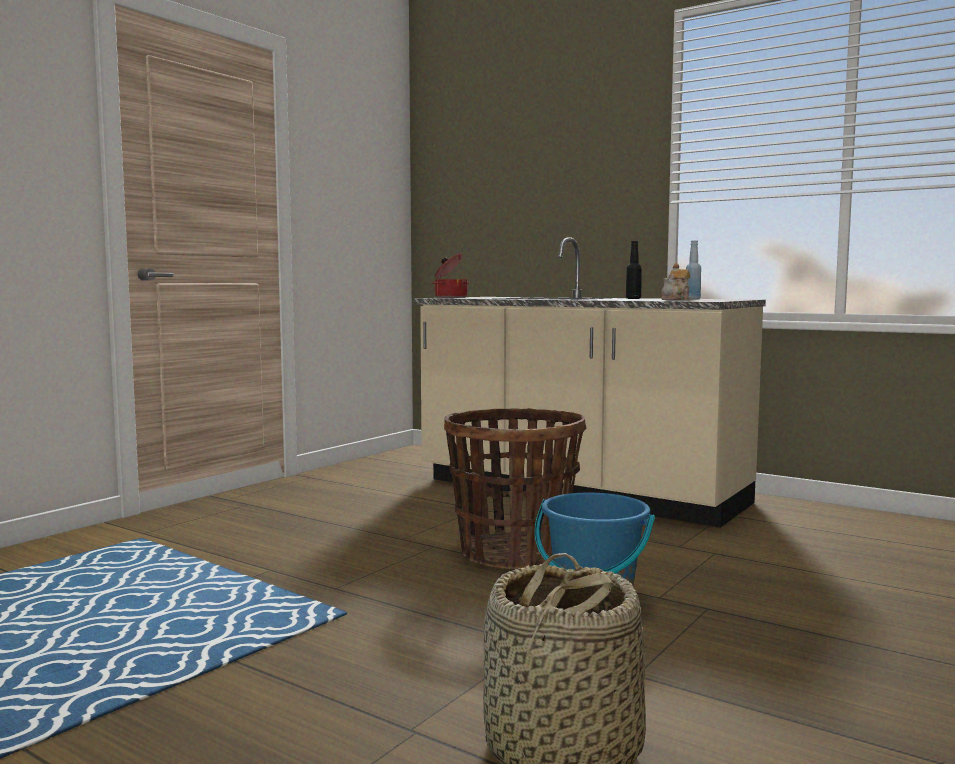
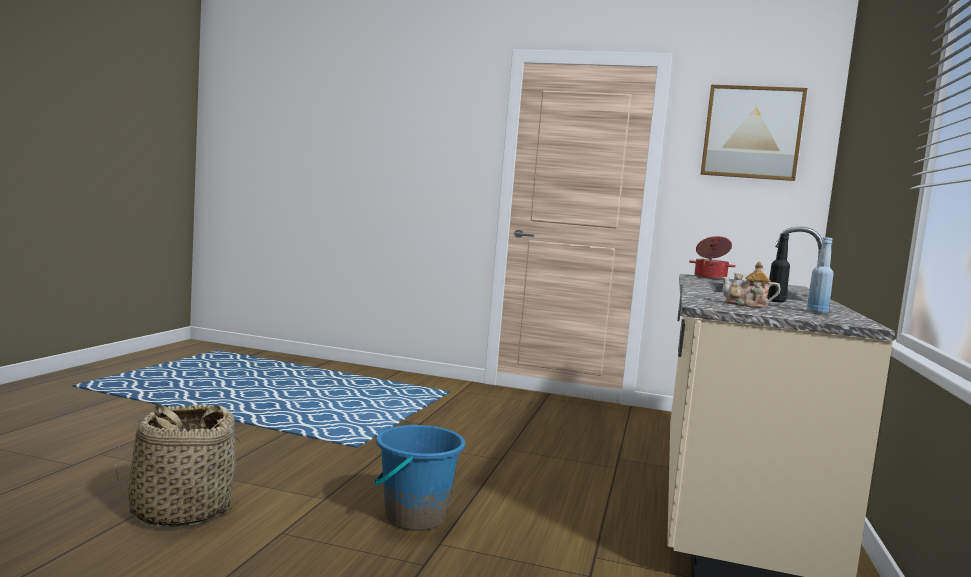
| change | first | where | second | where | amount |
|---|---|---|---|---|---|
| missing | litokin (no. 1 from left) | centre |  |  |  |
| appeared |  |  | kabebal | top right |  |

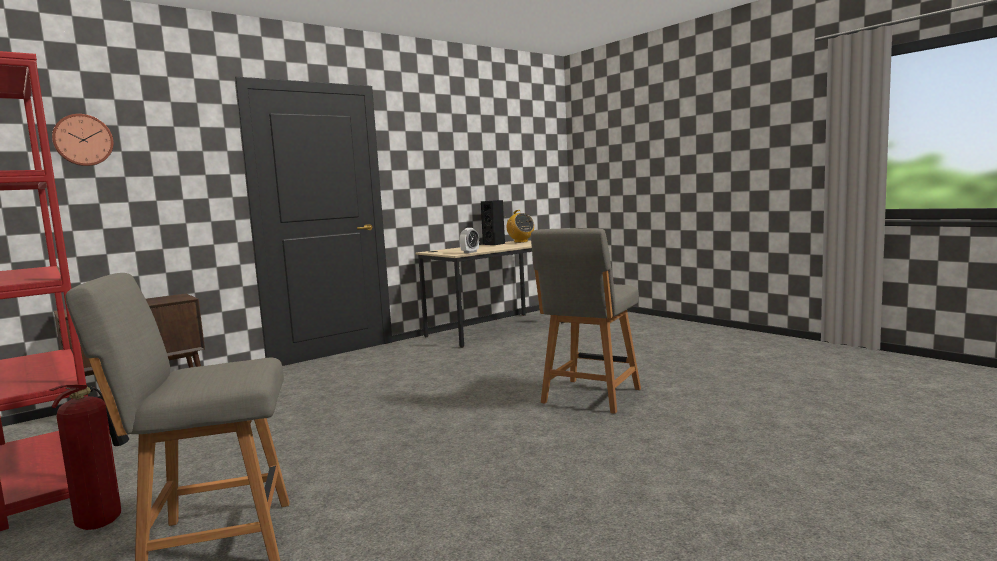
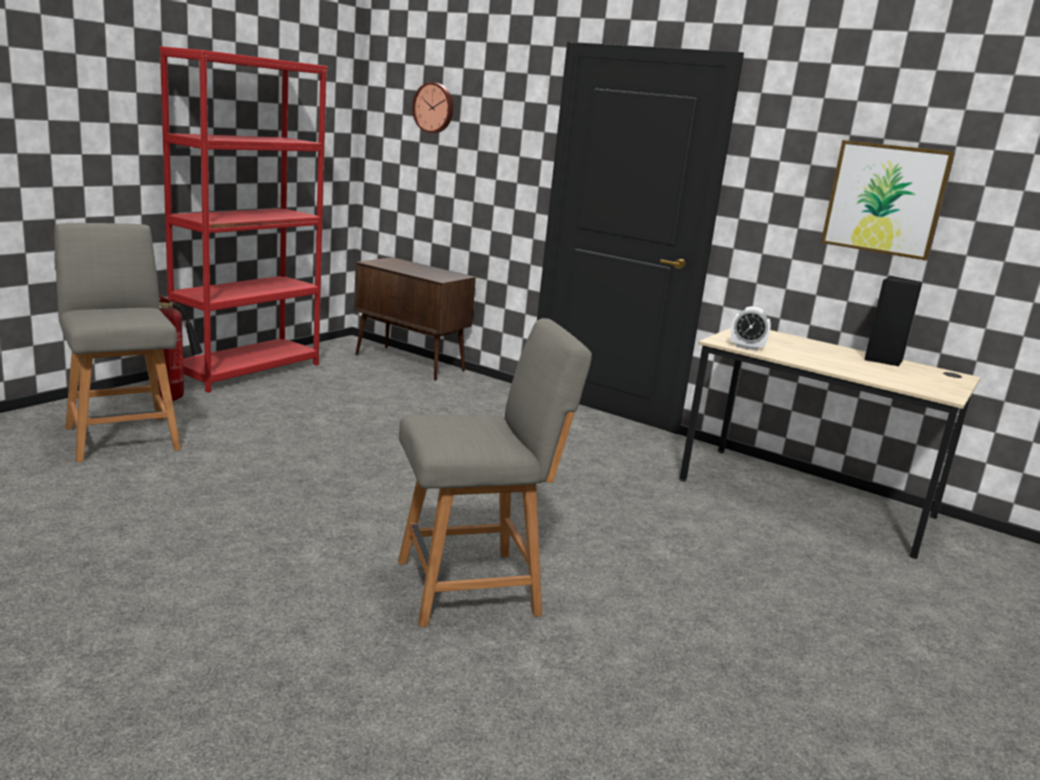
| change | first | where | second | where | amount |
|---|---|---|---|---|---|
| missing | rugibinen | centre |  |  |  |
| spun | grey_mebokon (no. 2 from left) | centre |  | centre | 150 degrees clockwise |
| appeared |  |  | kabebal | top right |  |

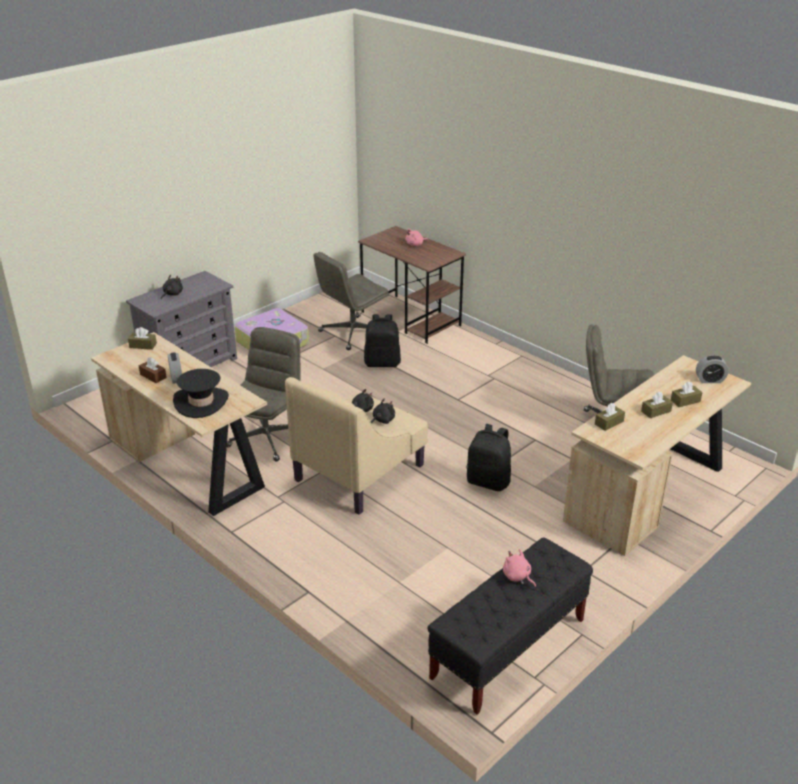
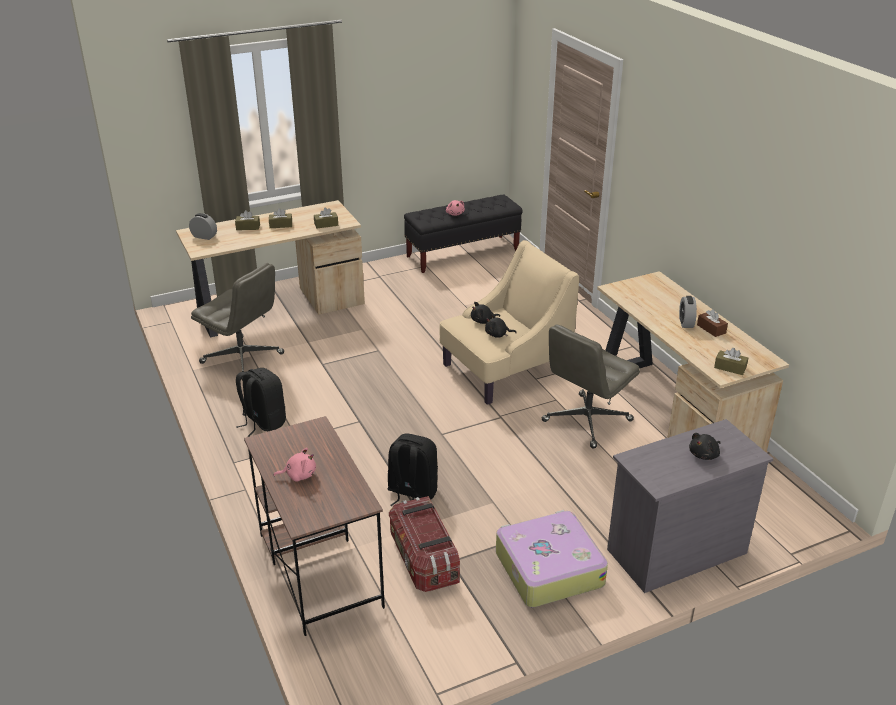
| change | first | where | second | where | amount |
|---|---|---|---|---|---|
| missing | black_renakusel | middle left |  |  |  |
| exchanged | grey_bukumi (no. 2 from left) | centre | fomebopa | bottom centre |  |
| relocated | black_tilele (no. 2 from left in the first image) | centre | black_tilele (no. 1 from left) | middle left |  |

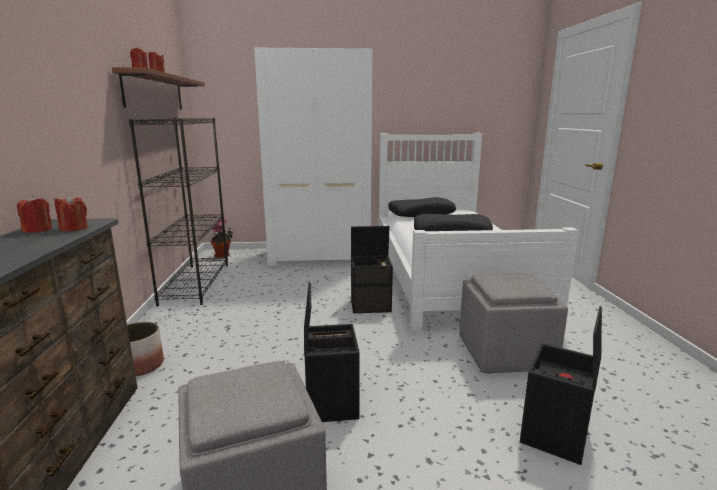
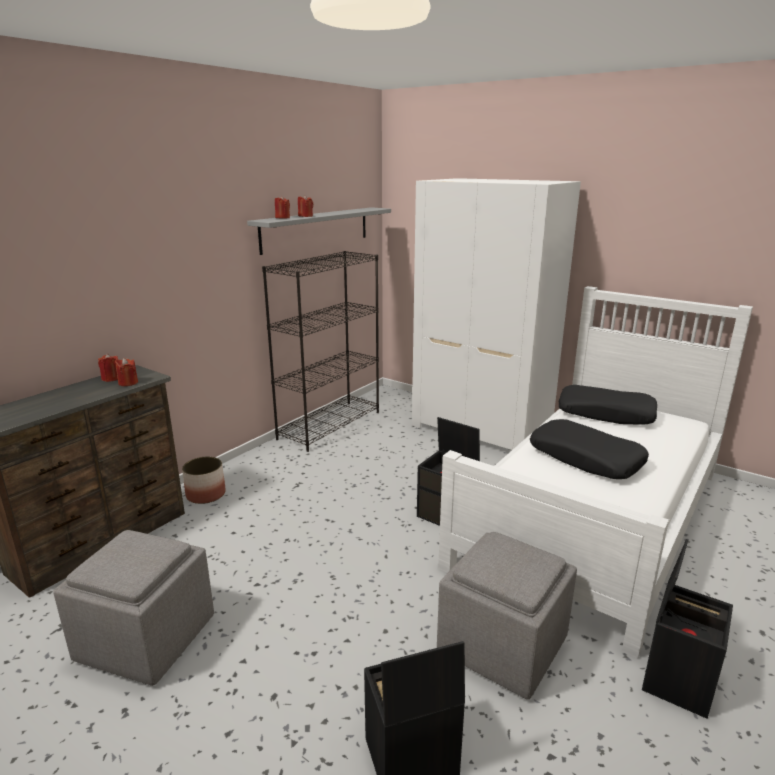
| change | first | where | second | where | amount |
|---|---|---|---|---|---|
| colour | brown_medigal | top left | grey_medigal | top centre |  |
| missing | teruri | middle left |  |  |  |
| relocated | black_fomebopa (no. 1 from left in the first image) | bottom centre | black_fomebopa (no. 3 from left) | bottom right |  |

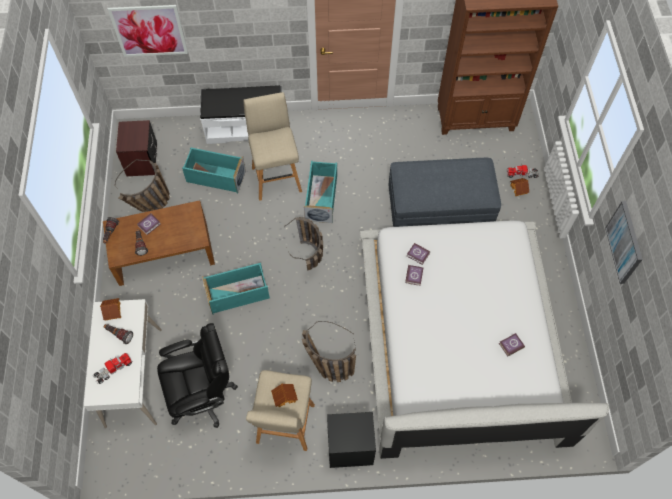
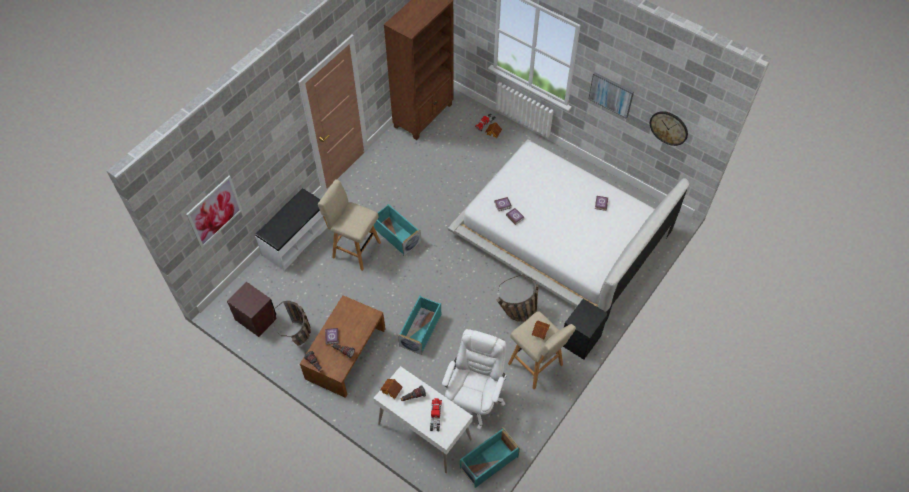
| change | first | where | second | where | amount |
|---|---|---|---|---|---|
| colour | black_bukumi | bottom left | white_bukumi | bottom centre |  |
| relocated | turquoise_fomebopa (no. 1 from left in the first image) | middle left | turquoise_fomebopa (no. 3 from left) | bottom centre |  |
| missing | litokin (no. 2 from left) | centre |  |  |  |
| missing | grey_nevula | centre |  |  |  |
| appeared |  |  | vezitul | top right |  |

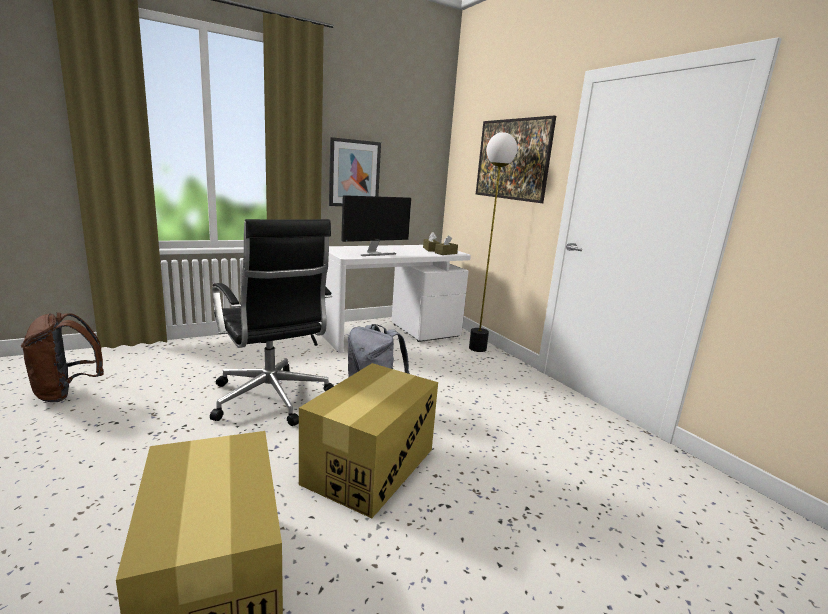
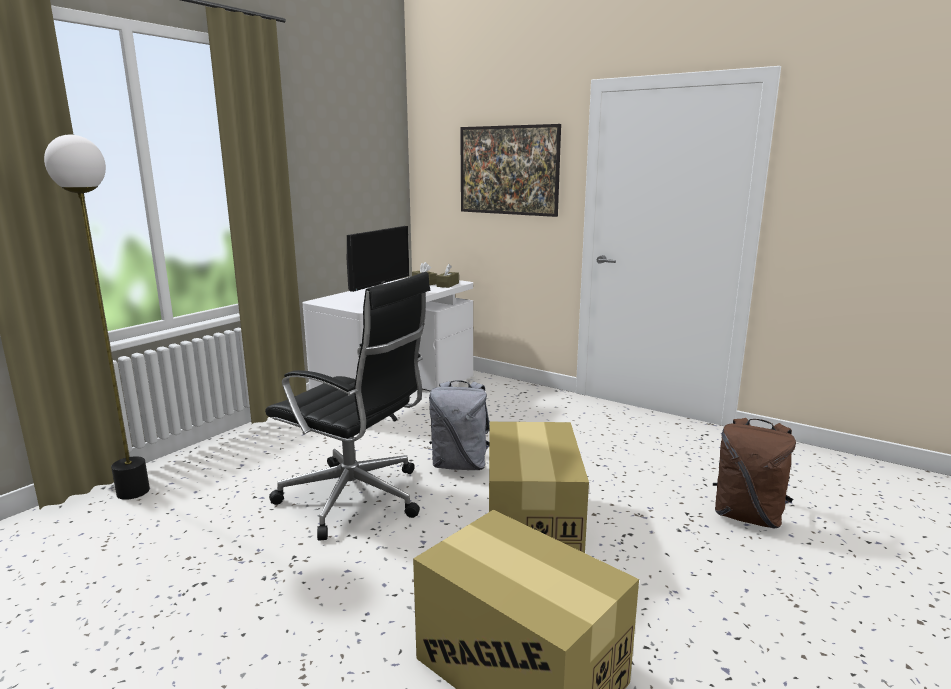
| change | first | where | second | where | amount |
|---|---|---|---|---|---|
| relocated | brown_tilele | middle left |  | bottom right |  |
| missing | kabebal (no. 1 from left) | top centre |  |  |  |
| relocated | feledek | centre |  | middle left |  |

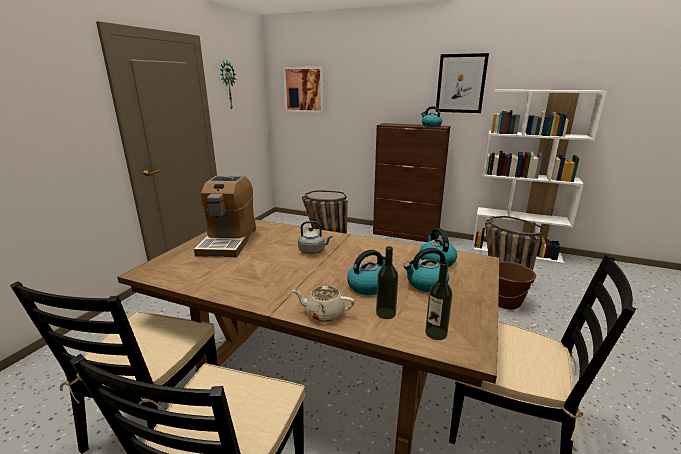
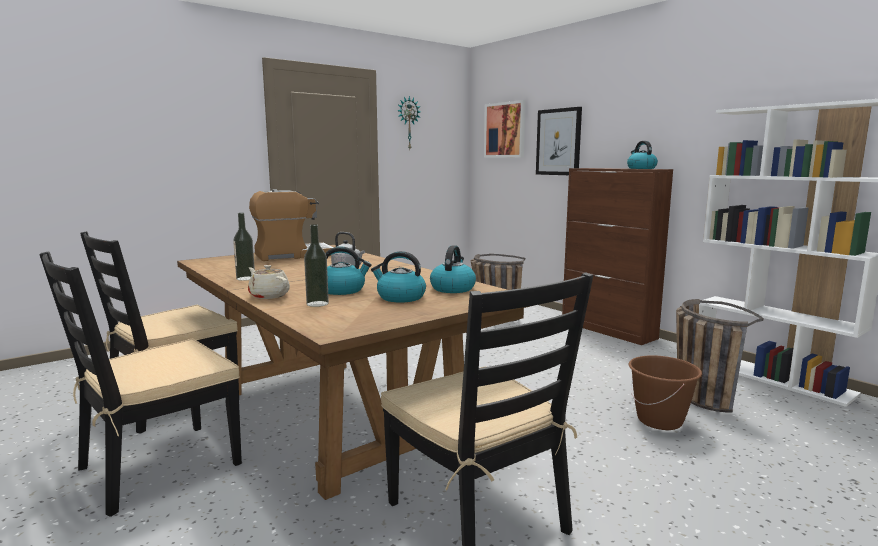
| change | first | where | second | where | amount |
|---|---|---|---|---|---|
| spun | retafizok | middle left |  | middle left | 150 degrees counterclockwise |
| relocated | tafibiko (no. 2 from left in the first image) | centre | tafibiko (no. 1 from left) | middle left |  |
| relocated | kabebal (no. 2 from left) | top right |  | top centre |  |

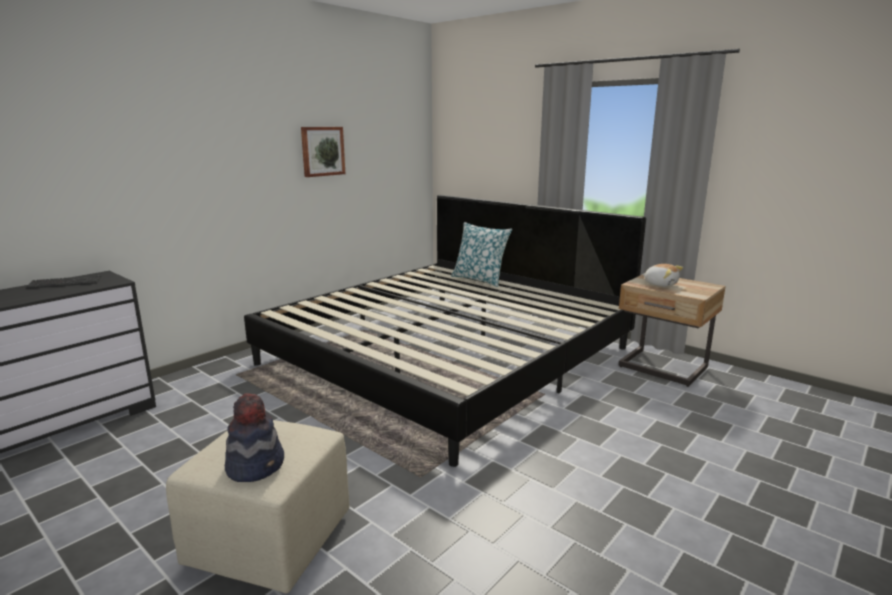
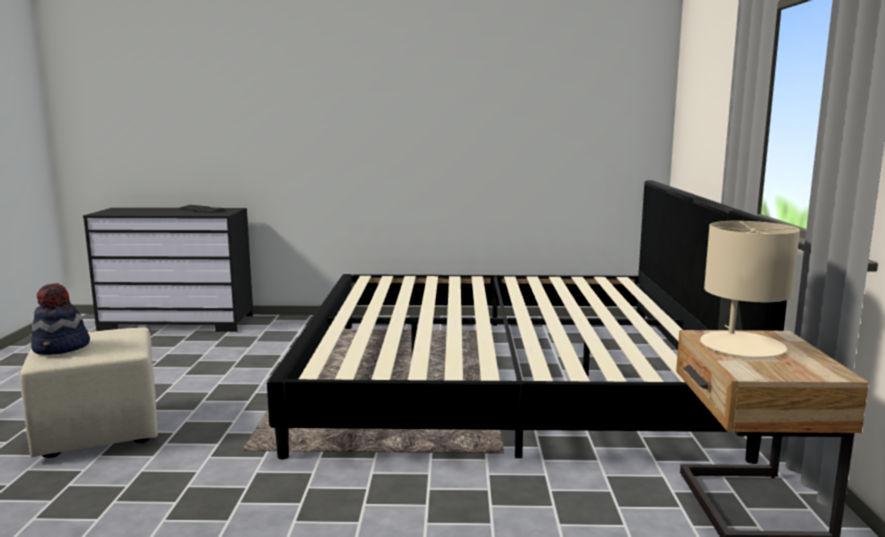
| change | first | where | second | where | amount |
|---|---|---|---|---|---|
| missing | kabebal | top centre |  |  |  |
| missing | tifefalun | centre |  |  |  |
| exchanged | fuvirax | middle right | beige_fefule | middle right |  |

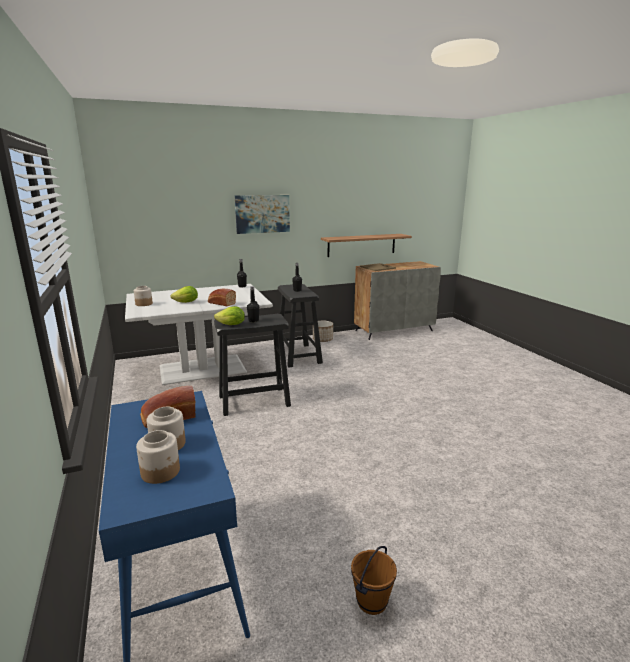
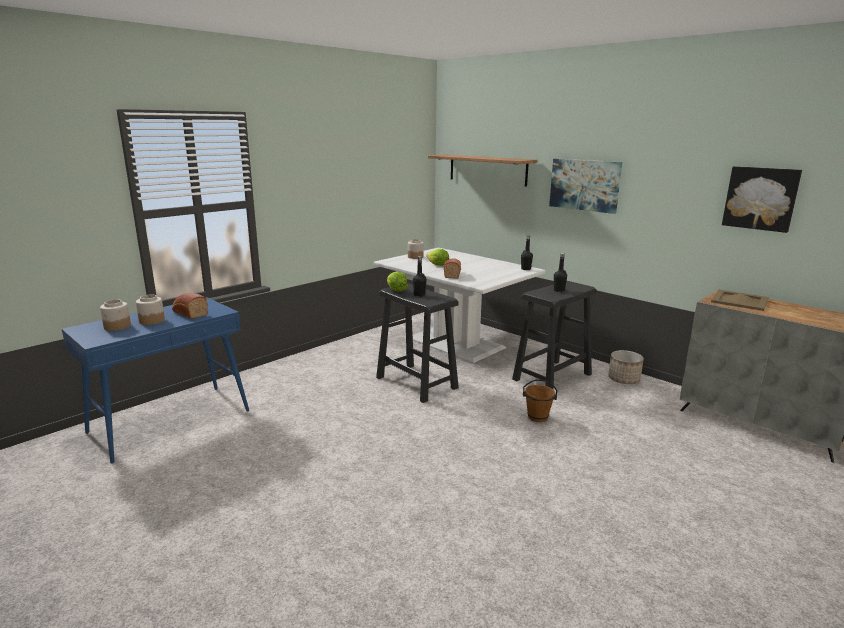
| change | first | where | second | where | amount |
|---|---|---|---|---|---|
| relocated | medigal | centre |  | top centre |  |
| relocated | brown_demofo | bottom centre |  | centre |  |
| appeared |  |  | kabebal (no. 2 from left) | top right |  |

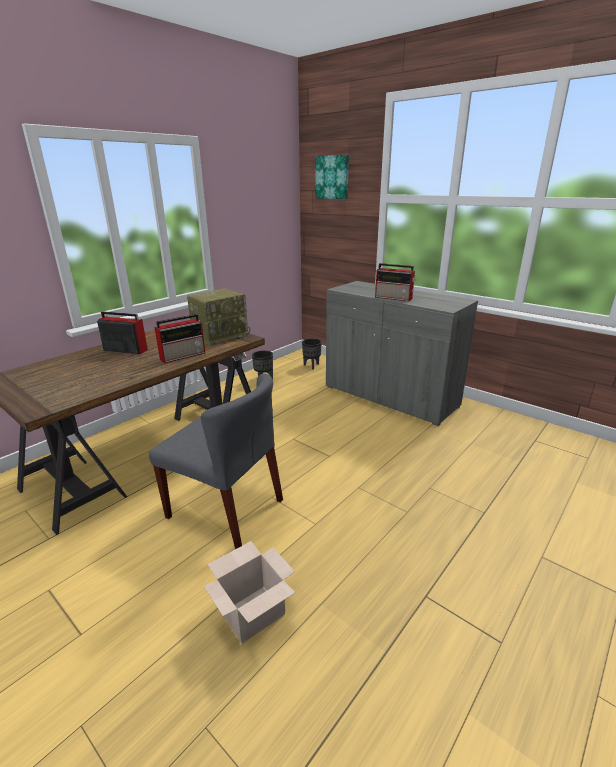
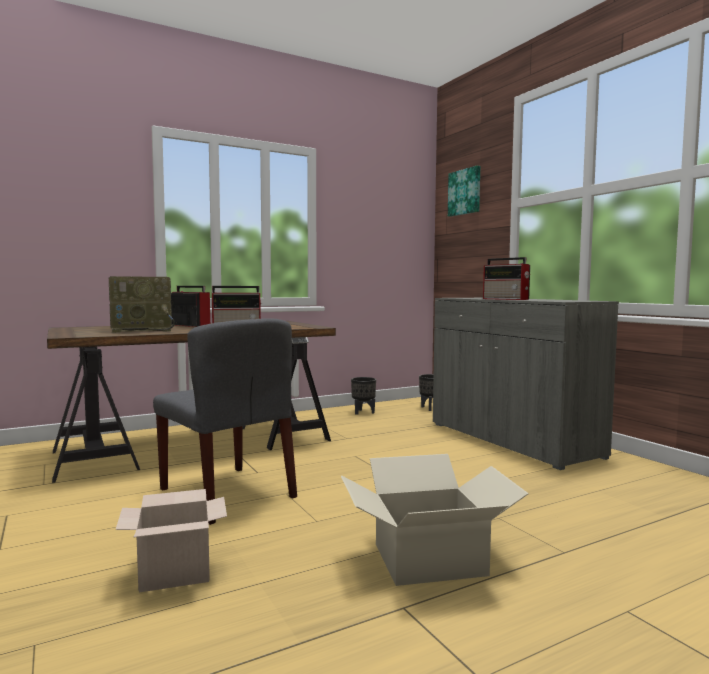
| change | first | where | second | where | amount |
|---|---|---|---|---|---|
| relocated | rugibinen (no. 3 from left in the first image) | centre | rugibinen (no. 1 from left) | middle left |  |
| appeared |  |  | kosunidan (no. 2 from left) | bottom centre |  |

